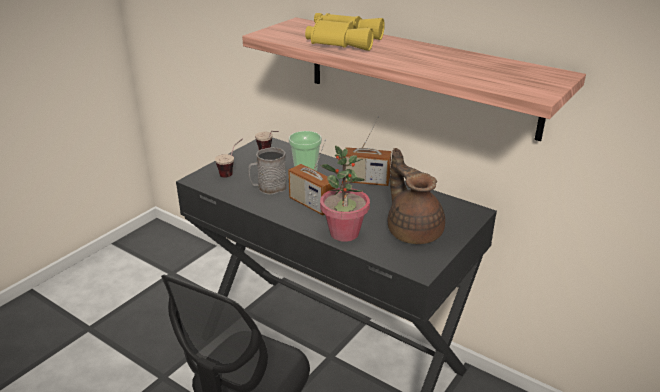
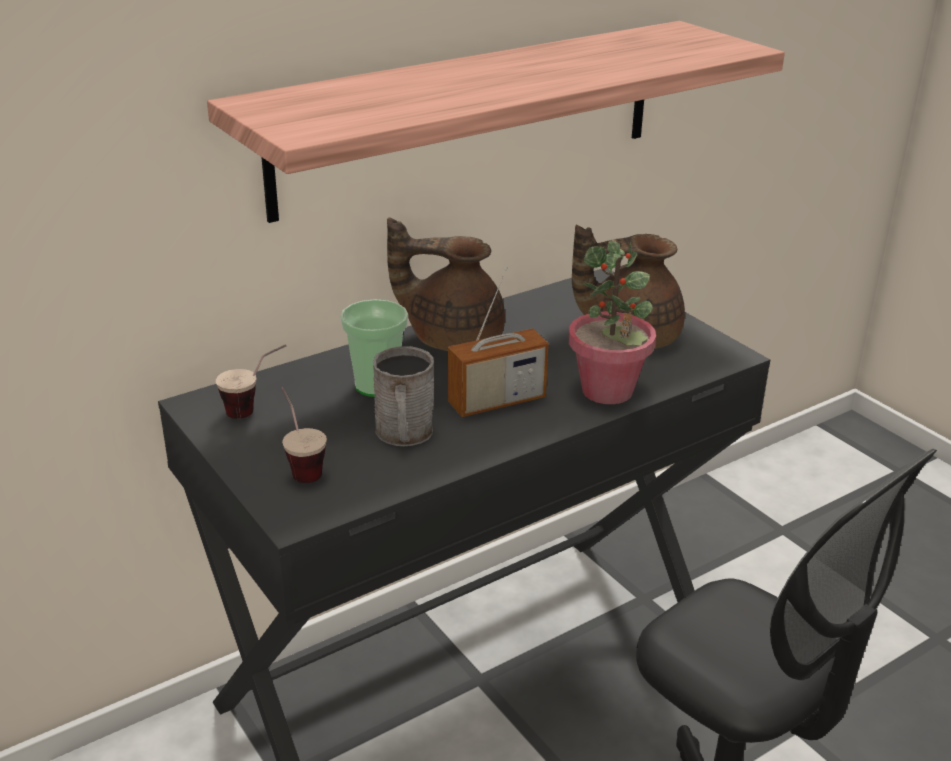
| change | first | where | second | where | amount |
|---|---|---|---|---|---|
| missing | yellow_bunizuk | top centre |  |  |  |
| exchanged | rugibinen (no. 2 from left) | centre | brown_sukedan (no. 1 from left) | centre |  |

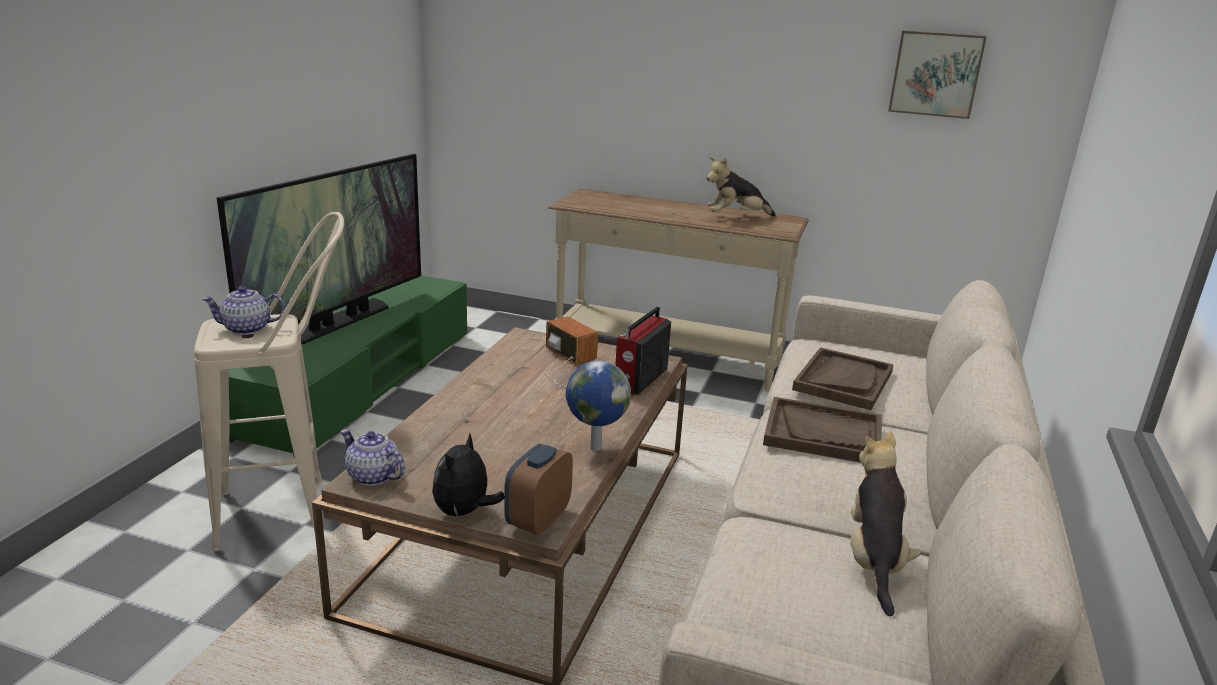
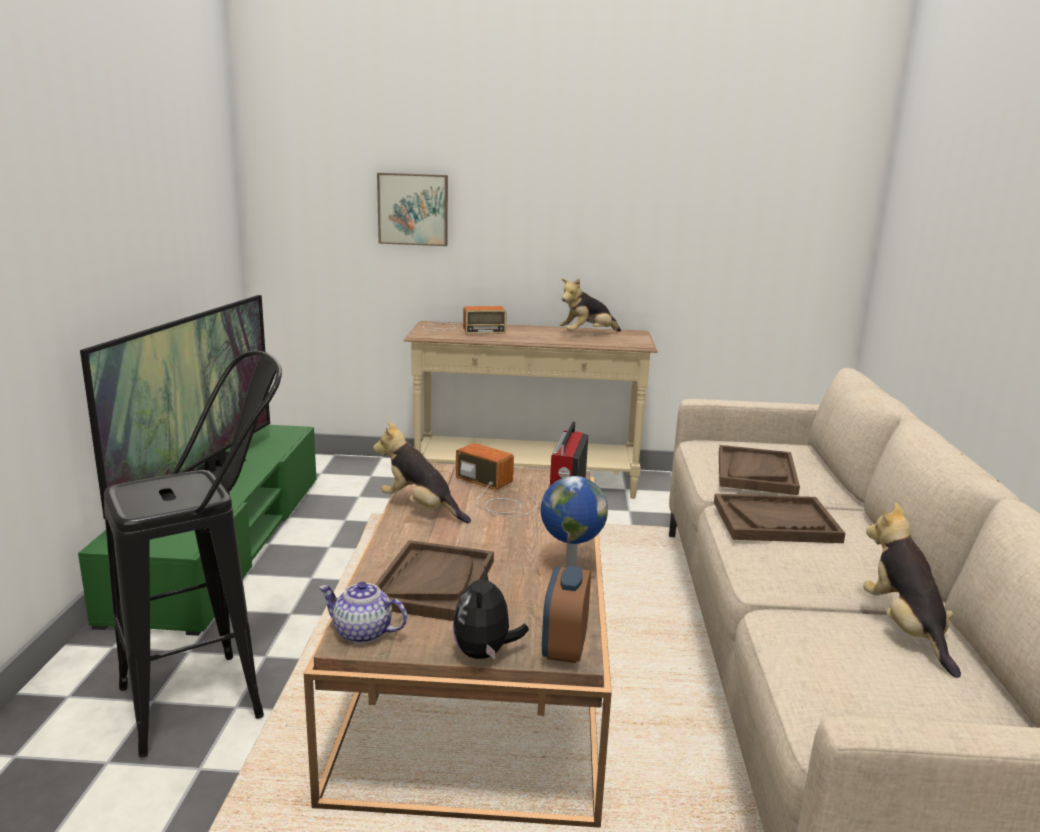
| change | first | where | second | where | amount |
|---|---|---|---|---|---|
| colour | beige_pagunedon | middle left | black_pagunedon | middle left |  |
| missing | sukedan (no. 1 from left) | middle left |  |  |  |
| relocated | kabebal | top right |  | top centre |  |
| appeared |  |  | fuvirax (no. 1 from left) | centre |  |
| appeared |  |  | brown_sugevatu (no. 1 from left) | bottom centre |  |
| appeared |  |  | rugibinen (no. 1 from left) | centre |  |

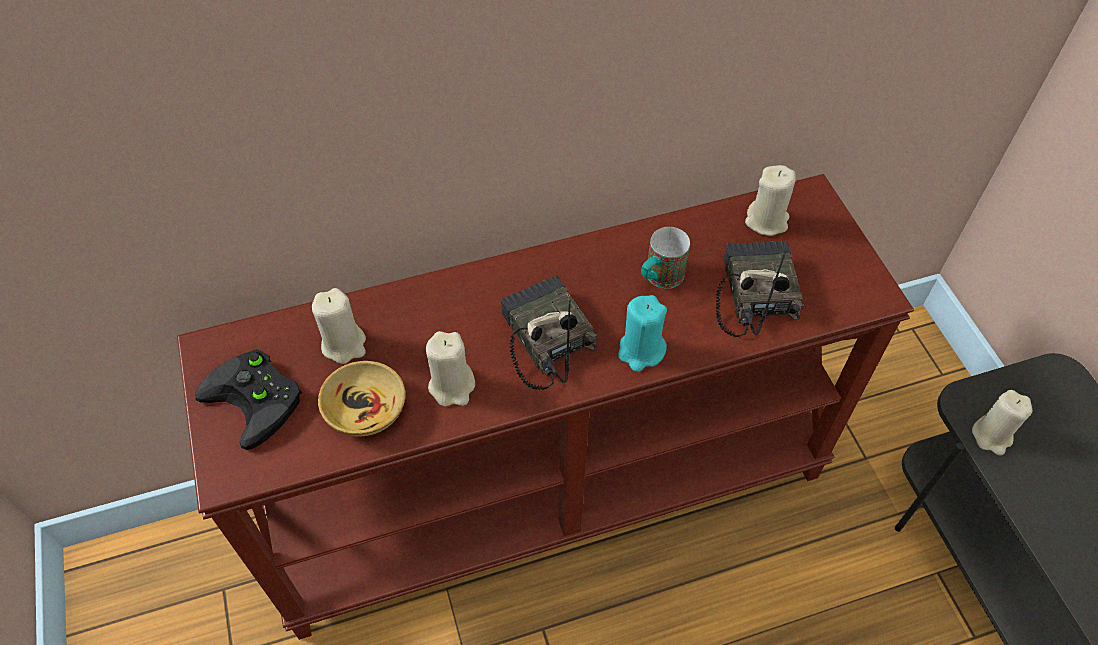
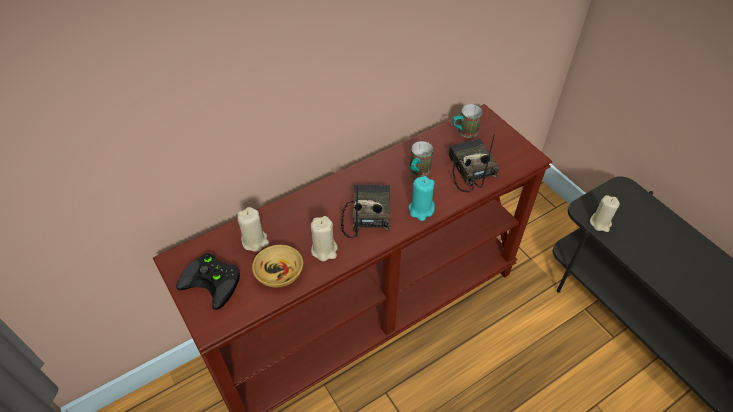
| change | first | where | second | where | amount |
|---|---|---|---|---|---|
| spun | rugibinen (no. 1 from left) | centre |  | centre | 45 degrees clockwise |
| exchanged | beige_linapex (no. 3 from left) | top right | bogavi (no. 2 from left) | top centre |  |

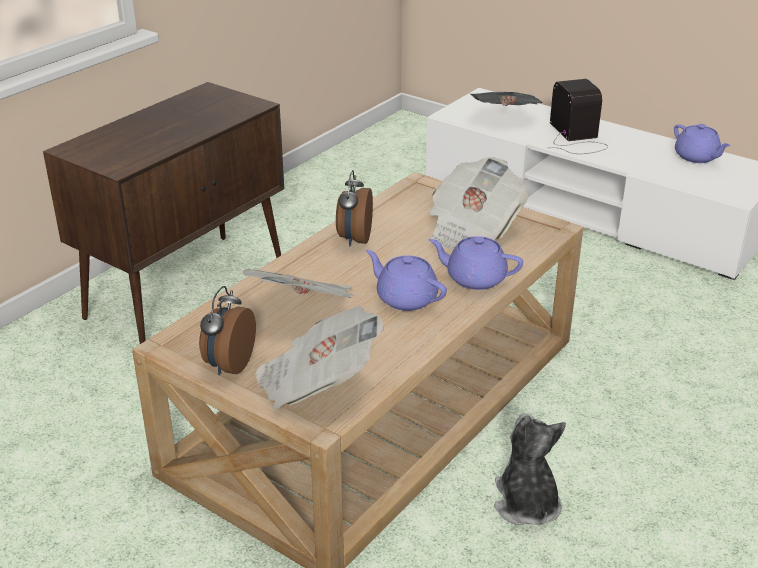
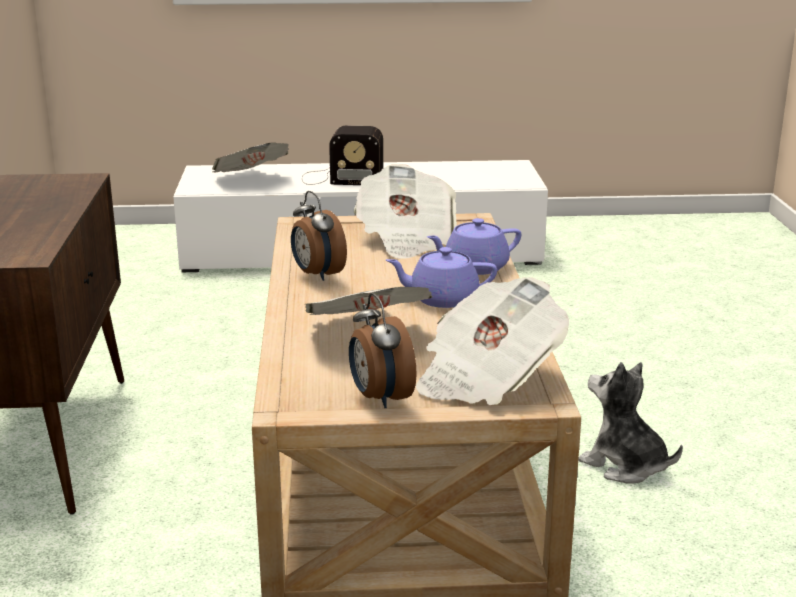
| change | first | where | second | where | amount |
|---|---|---|---|---|---|
| spun | rugibinen | top right |  | top centre | 150 degrees clockwise |
| missing | purple_sukedan (no. 3 from left) | top right |  |  |  |

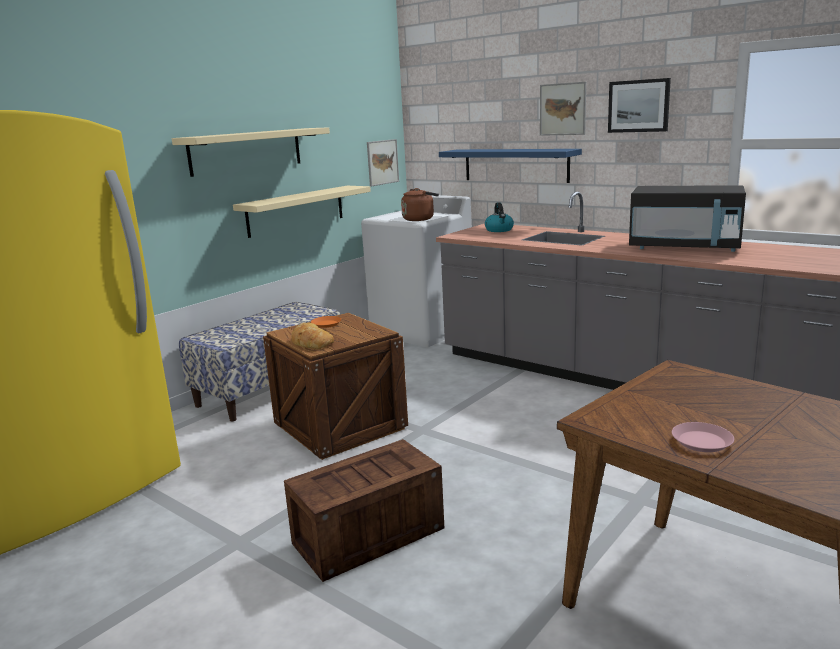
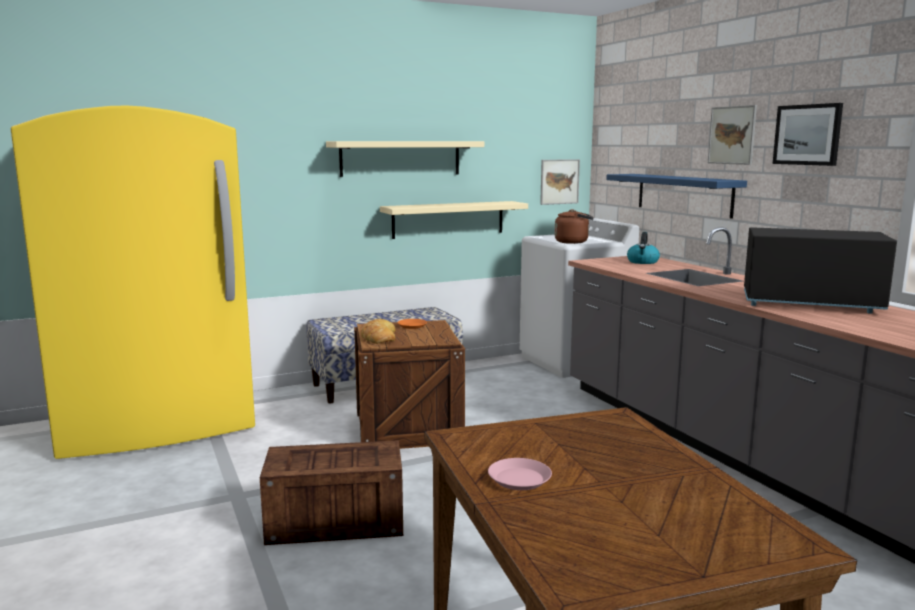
| change | first | where | second | where | amount |
|---|---|---|---|---|---|
| spun | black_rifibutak | middle right |  | middle right | 150 degrees clockwise |

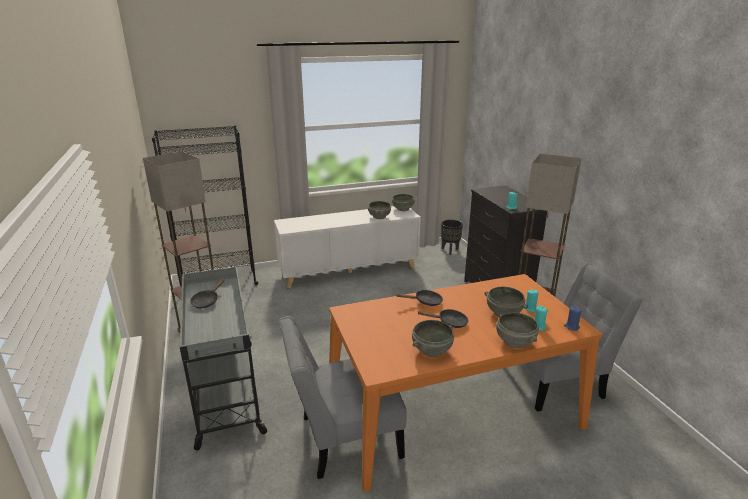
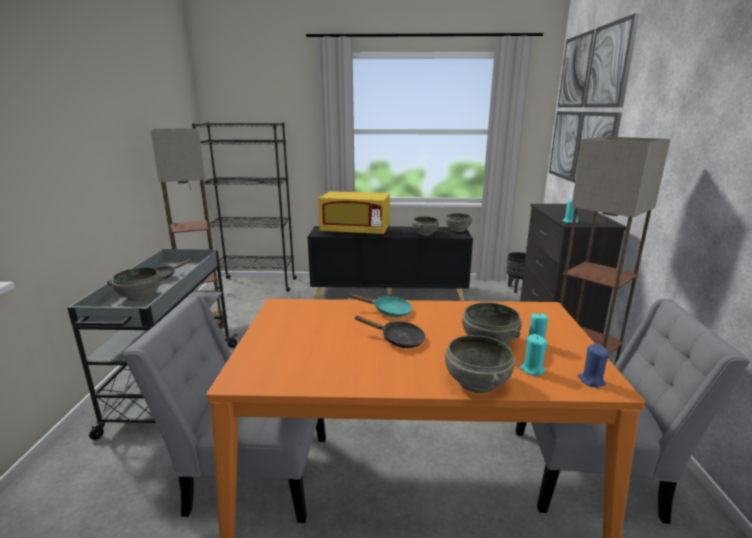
| change | first | where | second | where | amount |
|---|---|---|---|---|---|
| colour | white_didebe | centre | black_didebe | centre |  |
| colour | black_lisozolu (no. 2 from left) | centre | turquoise_lisozolu | centre |  |
| relocated | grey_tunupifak (no. 3 from left in the first image) | bottom centre | grey_tunupifak (no. 1 from left) | middle left |  |
| appeared |  |  | yellow_rifibutak | centre |  |
| appeared |  |  | kabebal | top right |  |

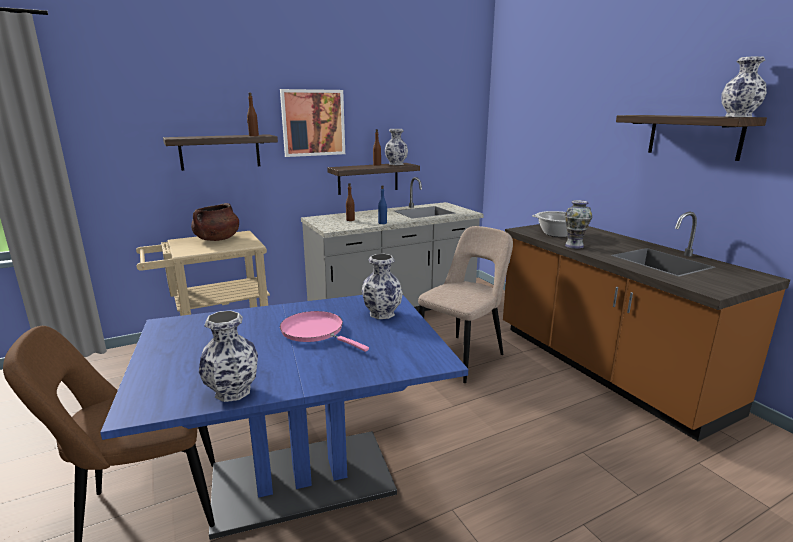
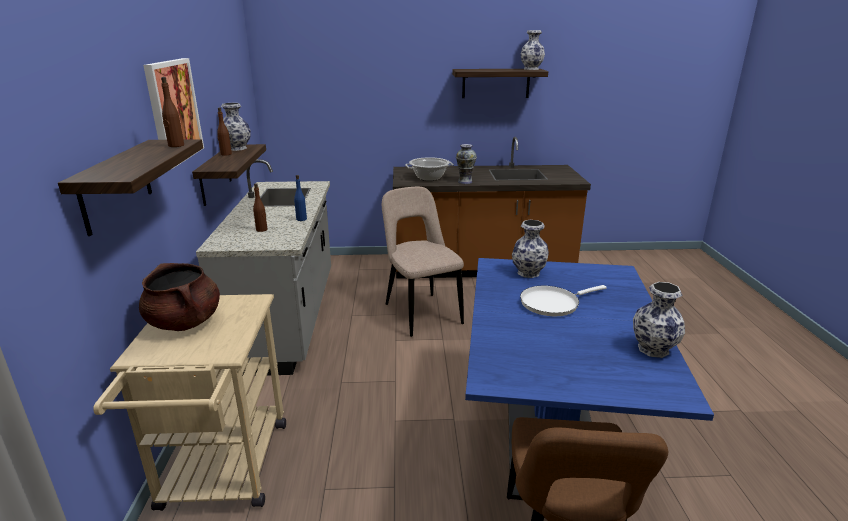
| change | first | where | second | where | amount |
|---|---|---|---|---|---|
| colour | pink_lisozolu | centre | white_lisozolu | centre |  |

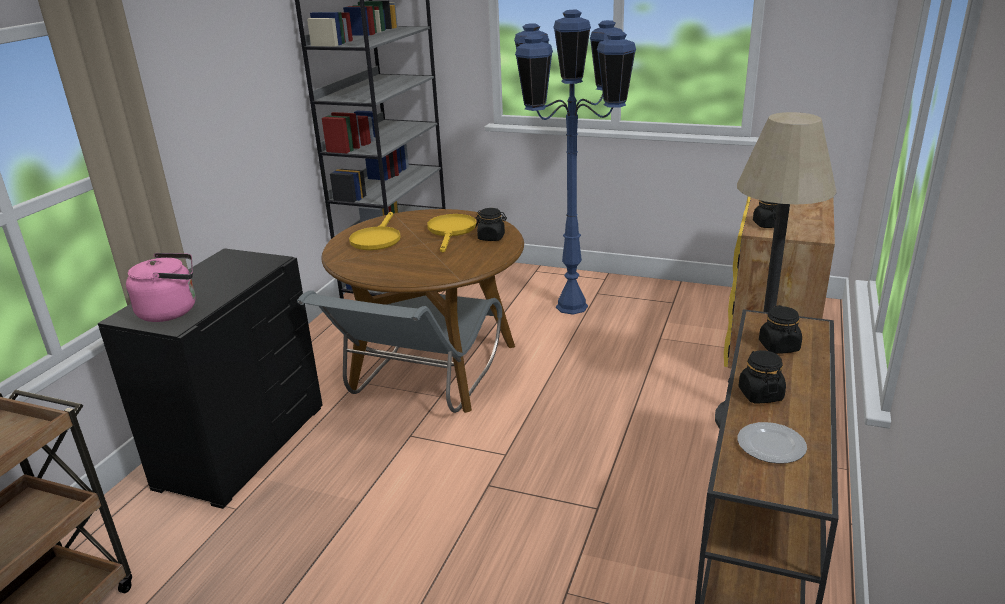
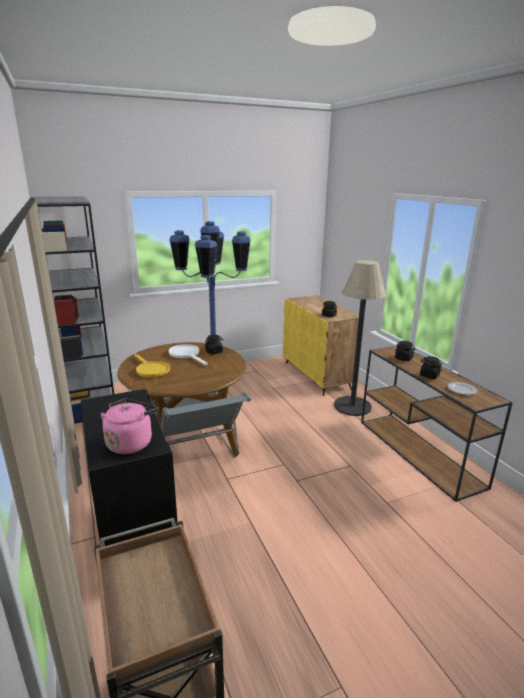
| change | first | where | second | where | amount |
|---|---|---|---|---|---|
| colour | yellow_lisozolu (no. 2 from left) | centre | white_lisozolu | centre |  |

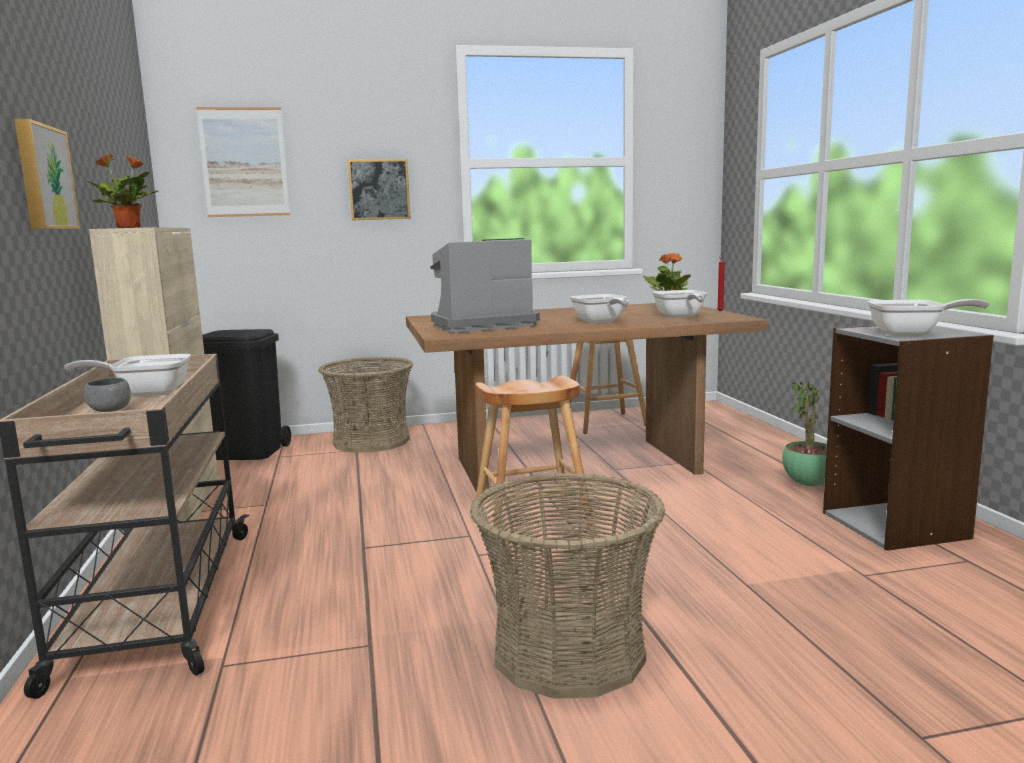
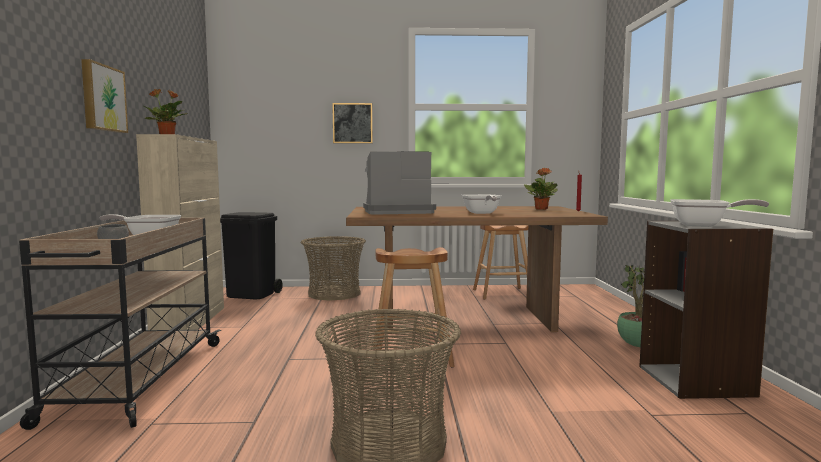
| change | first | where | second | where | amount |
|---|---|---|---|---|---|
| missing | kabebal (no. 2 from left) | top left |  |  |  |
| missing | lisozolu (no. 3 from left) | centre |  |  |  |

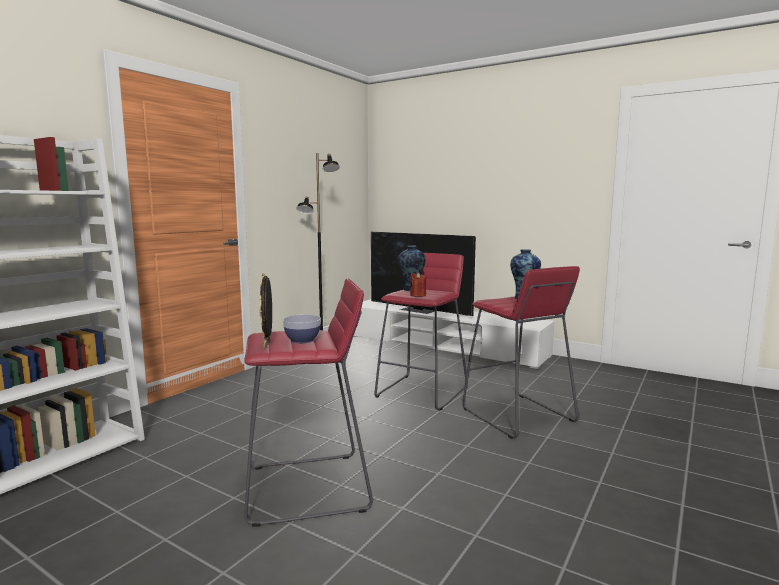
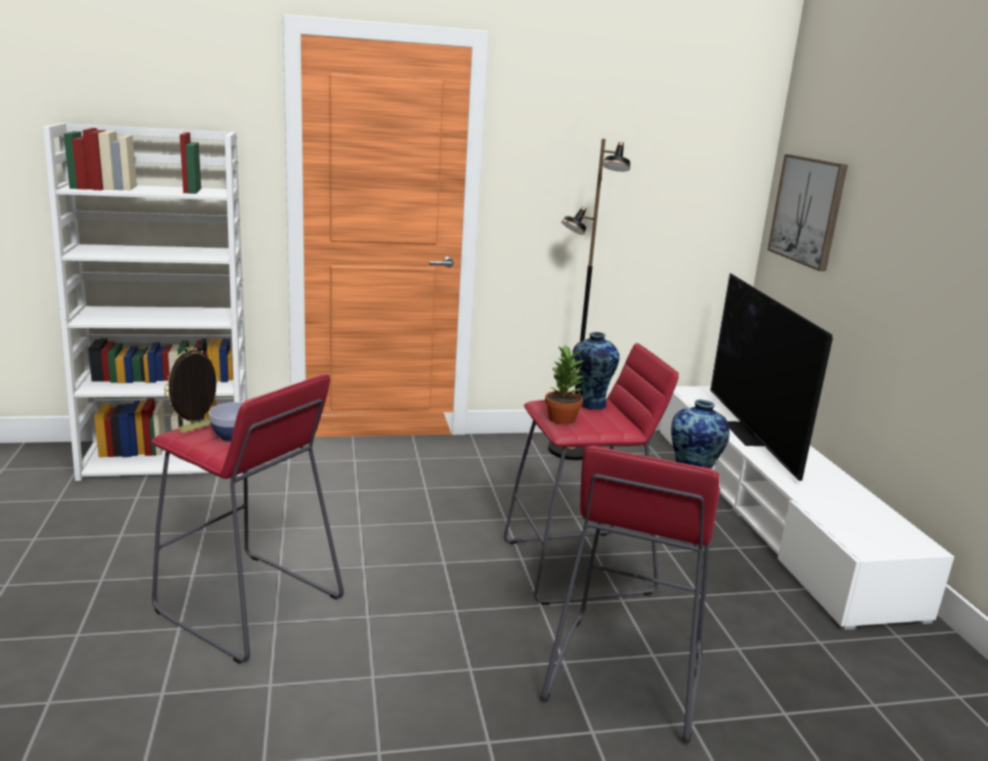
| change | first | where | second | where | amount |
|---|---|---|---|---|---|
| exchanged | red_linapex | centre | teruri | centre |  |
| appeared |  |  | kabebal | top right |  |

